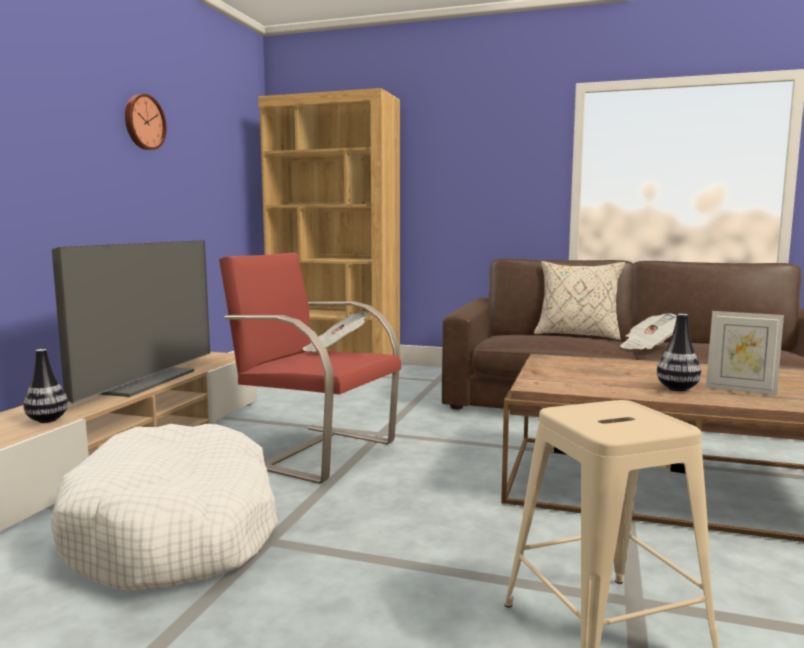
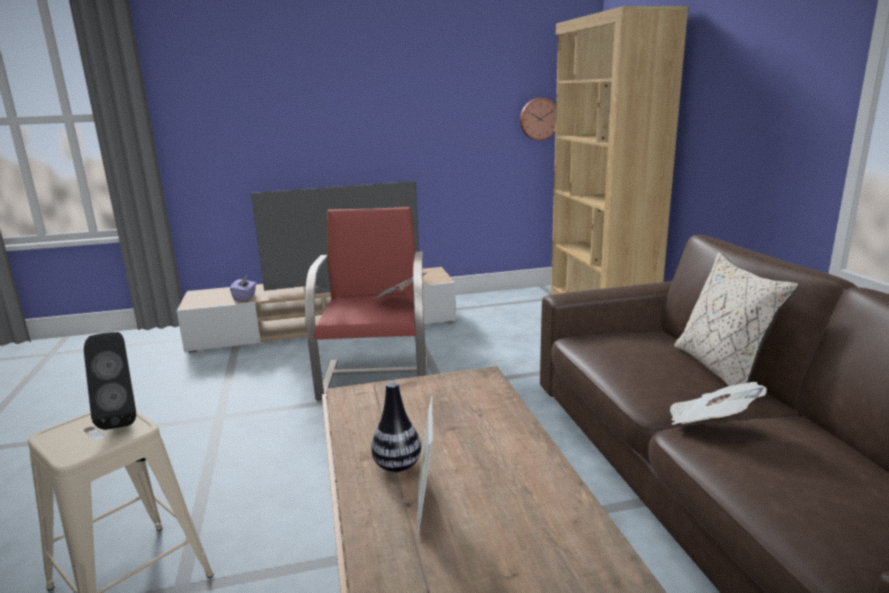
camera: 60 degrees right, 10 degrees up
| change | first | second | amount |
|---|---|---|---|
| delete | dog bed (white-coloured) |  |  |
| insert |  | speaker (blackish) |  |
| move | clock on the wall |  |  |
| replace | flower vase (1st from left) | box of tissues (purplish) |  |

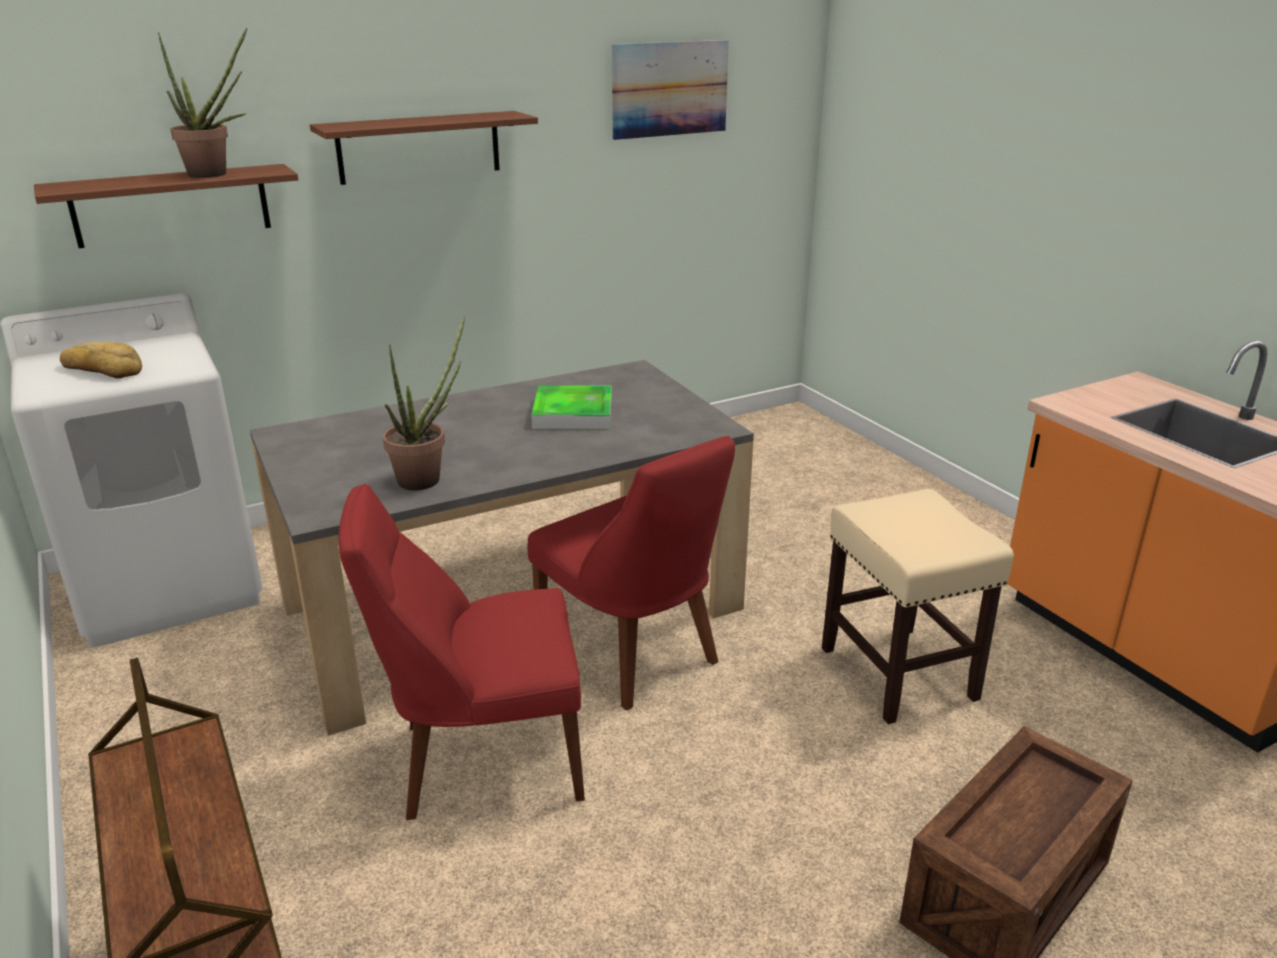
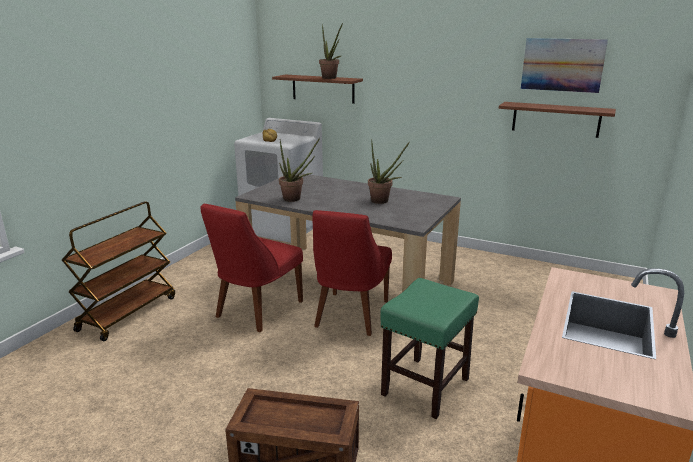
camera: 55 degrees right, 5 degrees down
| change | first | second | amount |
|---|---|---|---|
| move | shelf (2nd from left) |  |  |
| replace | carrying tray | potted plant (3rd from left) |  |
| recolor | sitting stool (beige-coloured) | sitting stool (greenish) |  |
| rotate | plain chair (reddish) (1st from left) |  | 105 degrees counterclockwise |

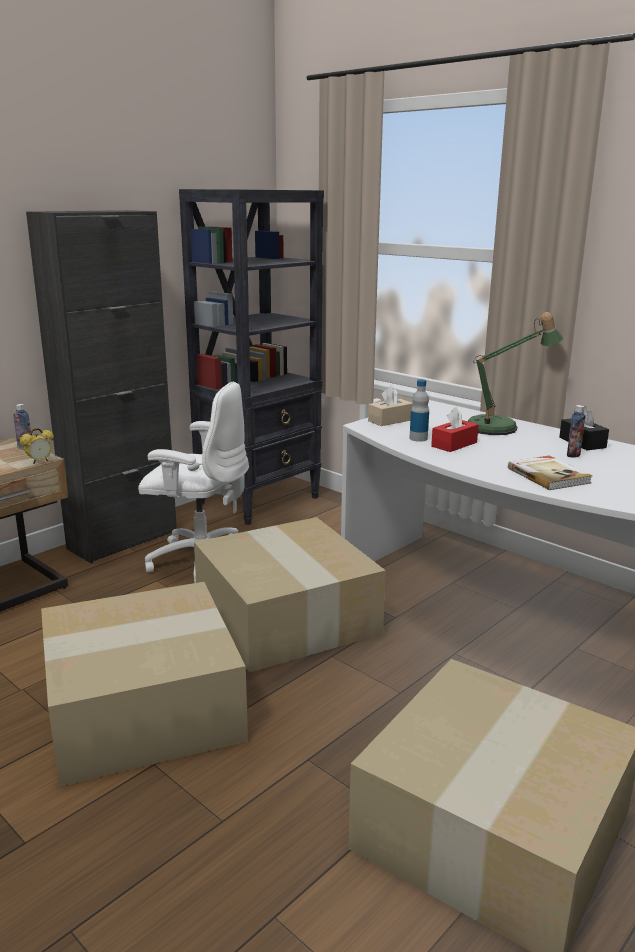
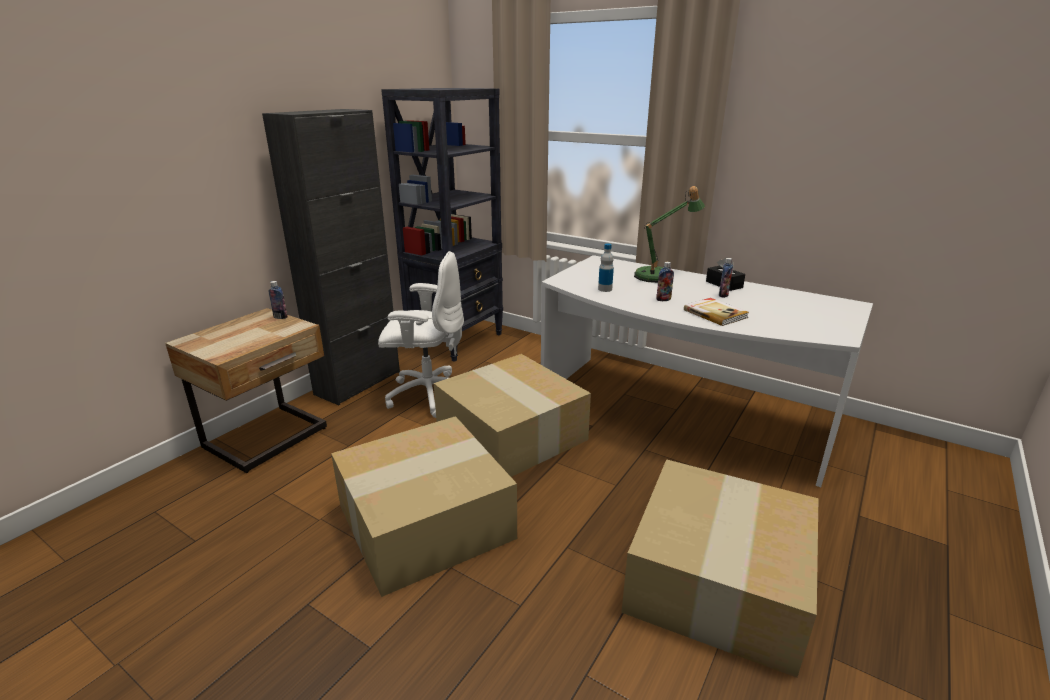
camera: 10 degrees left, 5 degrees up
| change | first | second | amount |
|---|---|---|---|
| delete | alarm clock |  |  |
| delete | box of tissues (beige-coloured) |  |  |
| delete | box of tissues (reddish) |  |  |
| insert |  | beverage bottle (3rd from left) |  |

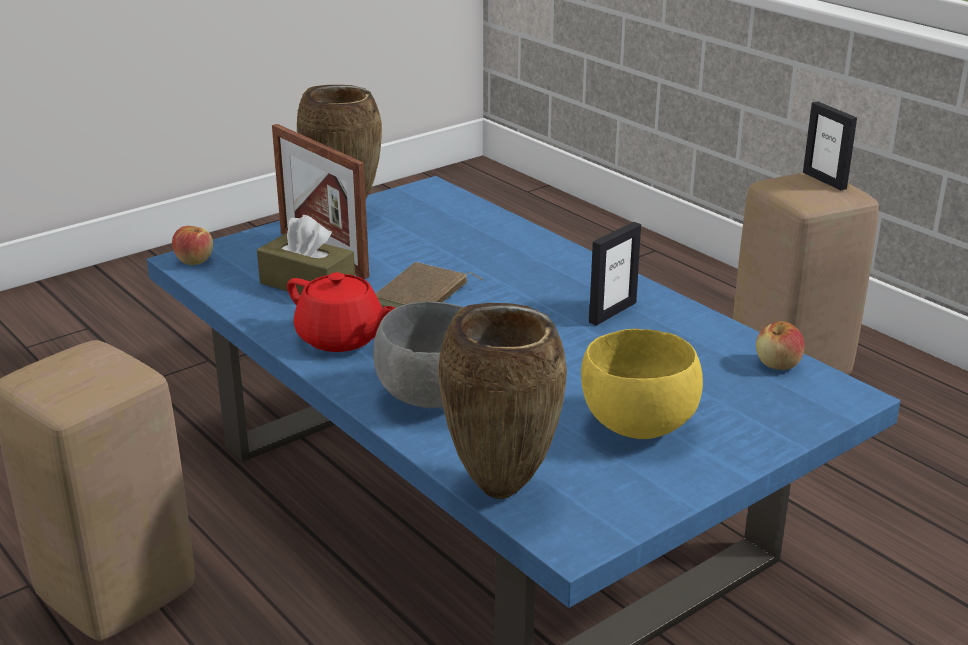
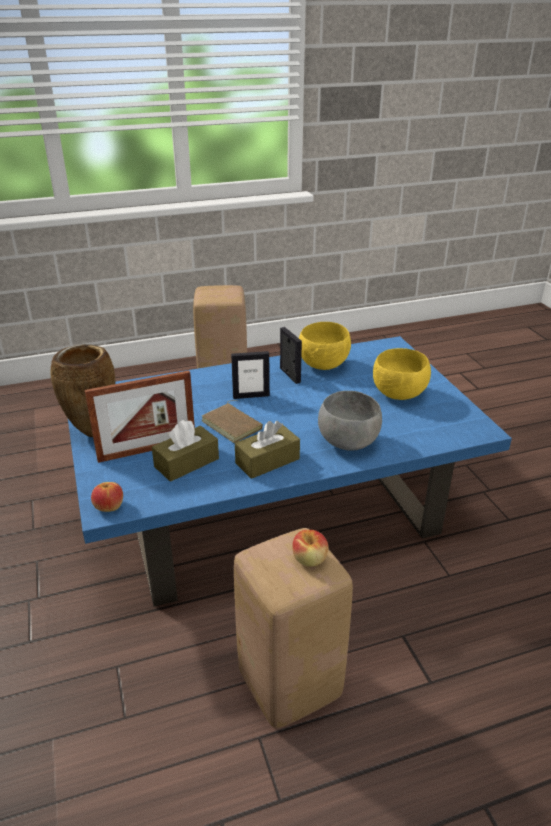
camera: 70 degrees left, 5 degrees up
| change | first | second | amount |
|---|---|---|---|
| delete | flower vase (brown) (2nd from left) |  |  |
| insert |  | serving bowl (yellow) (1st from left) |  |
| move | whole apple (2nd from left) |  |  |
| move | photo frame (3rd from left in the first image) | photo frame (2nd from left) |  |
| replace | teapot (reddish) | box of tissues (brown) (2nd from left) |  |

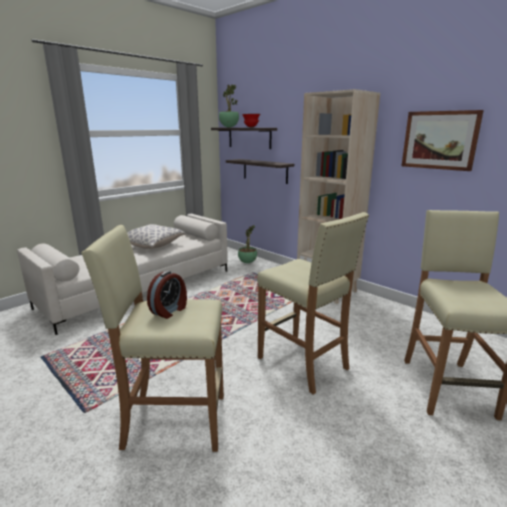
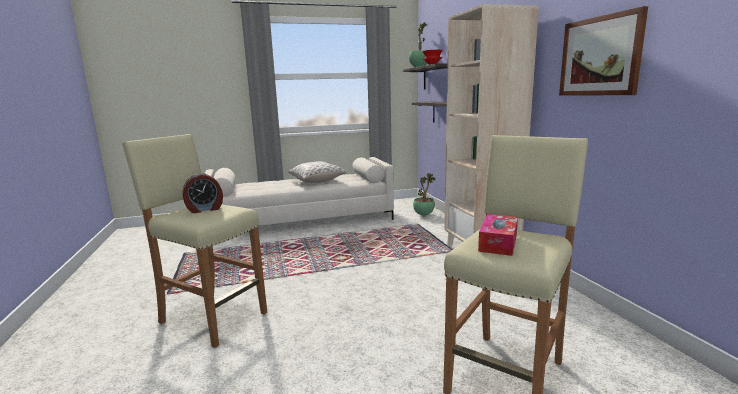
camera: 30 degrees right, 5 degrees down
| change | first | second | amount |
|---|---|---|---|
| delete | sitting stool (beige-coloured) (2nd from left) |  |  |
| insert |  | box of tissues |  |

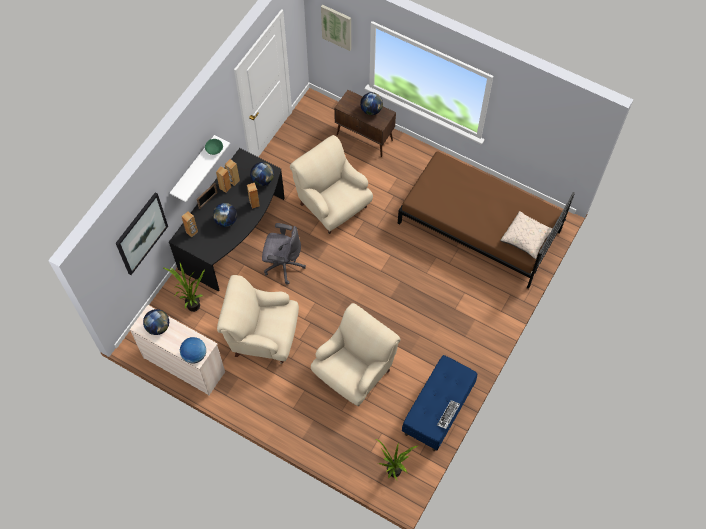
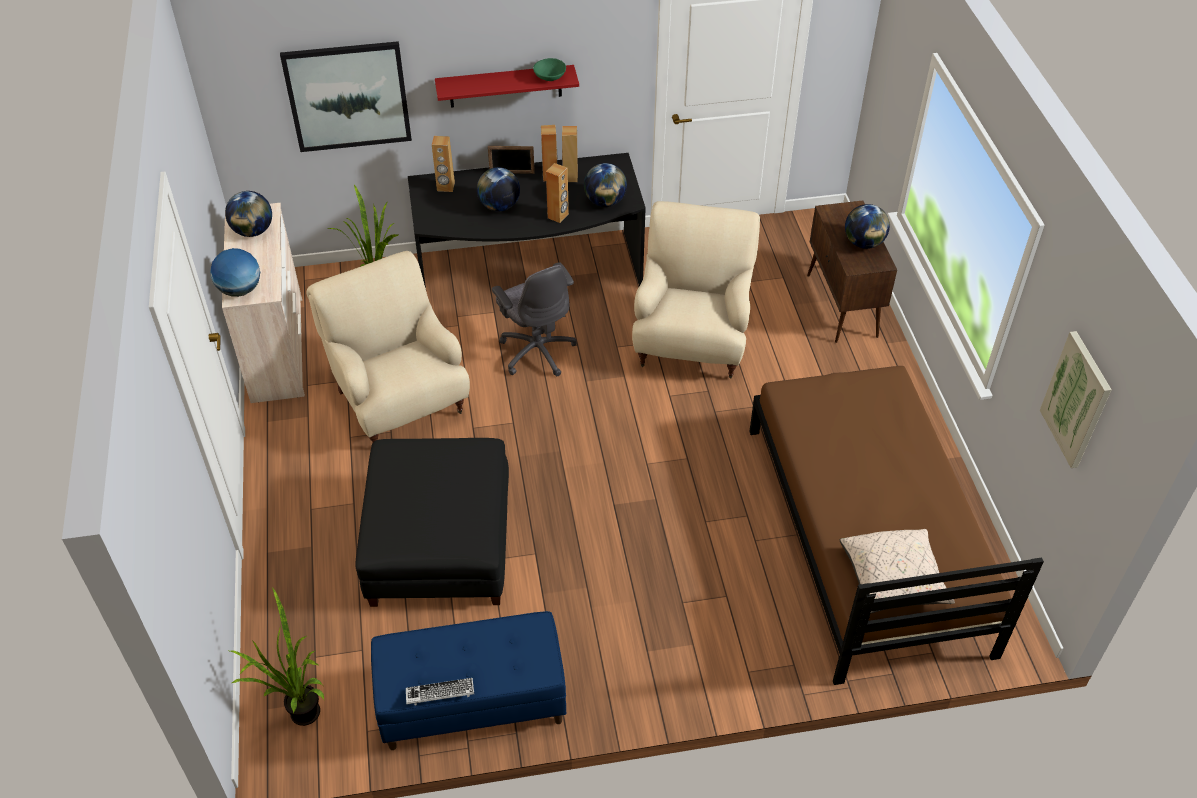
camera: 50 degrees right, 15 degrees down
| change | first | second | amount |
|---|---|---|---|
| move | picture (2nd from left) |  |  |
| replace | lounge chair (beige-coloured) (3rd from left) | pouffe (blackish) |  |
| recolor | shelf (white-coloured) | shelf (reddish) |  |

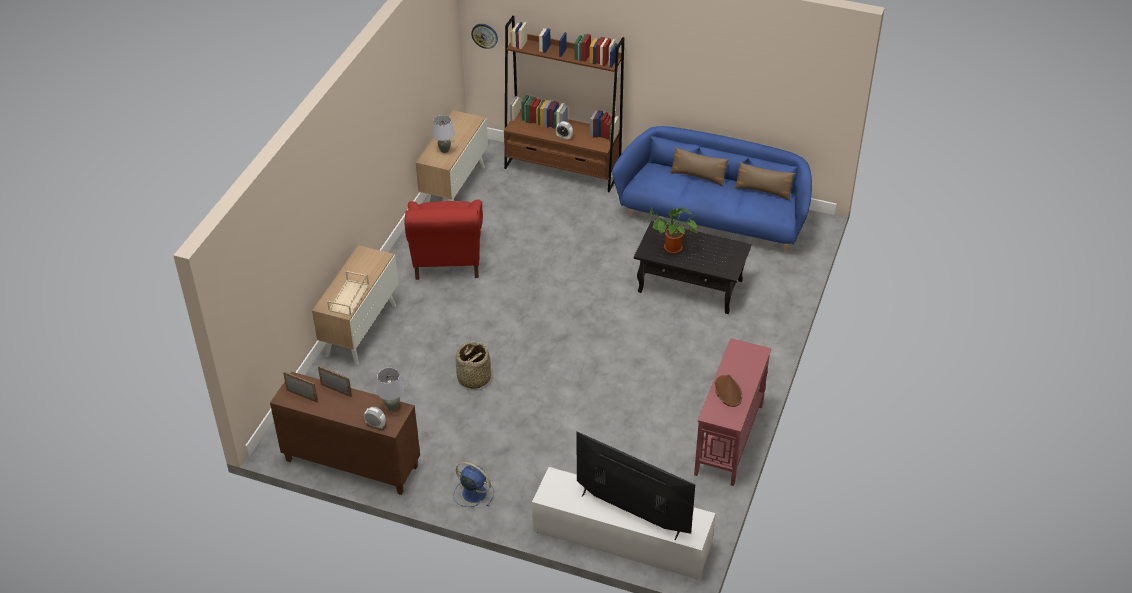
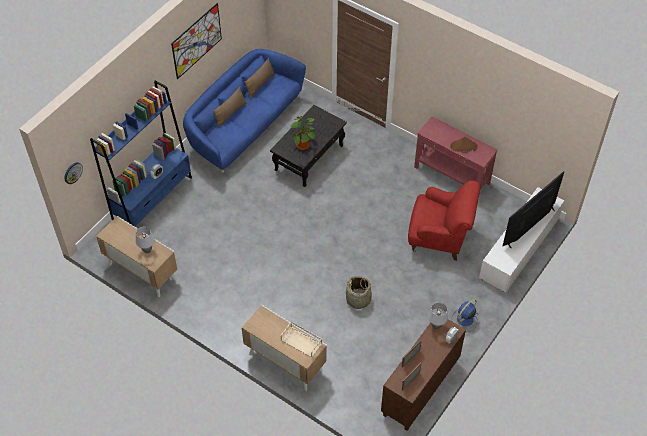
camera: 75 degrees left, 10 degrees up
| change | first | second | amount |
|---|---|---|---|
| insert |  | picture |  |
| move | lounge chair (reddish) |  |  |
| recolor | shelving unit (brown) | shelving unit (bluish) |  |

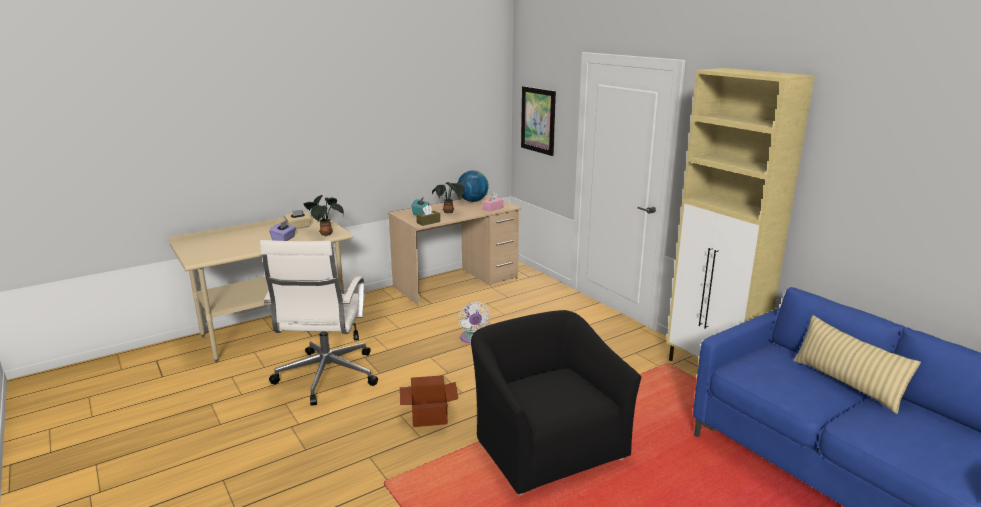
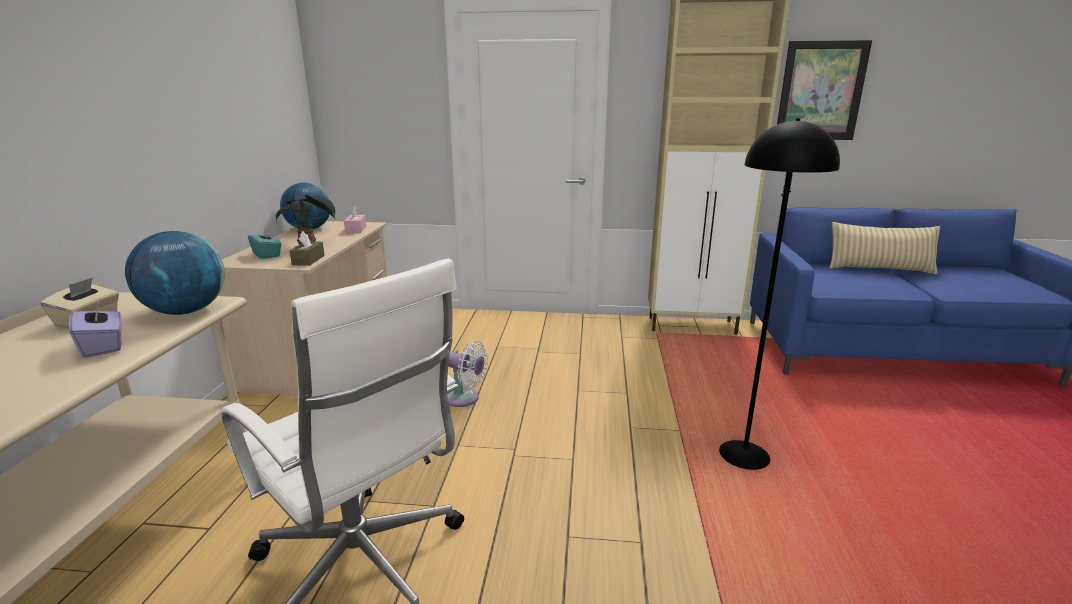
camera: 50 degrees left, 0 degrees up
| change | first | second | amount |
|---|---|---|---|
| delete | cardboard box |  |  |
| move | picture |  |  |
| replace | potted plant (1st from left) | globe (1st from left) |  |
| replace | lounge chair (blackish) | floor lamp (blackish) |  |

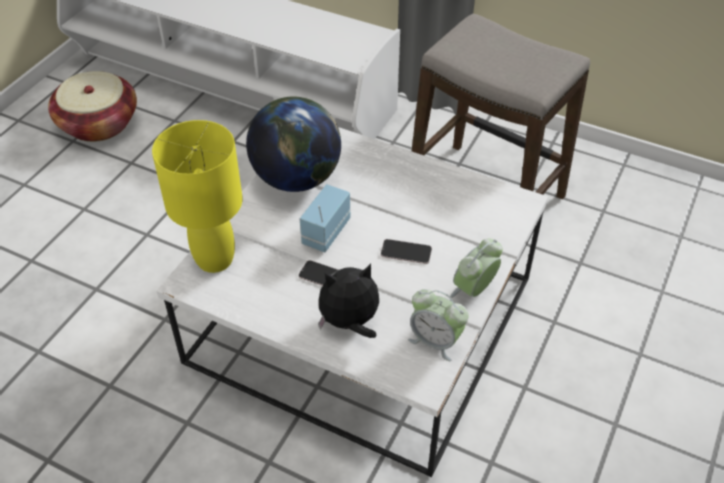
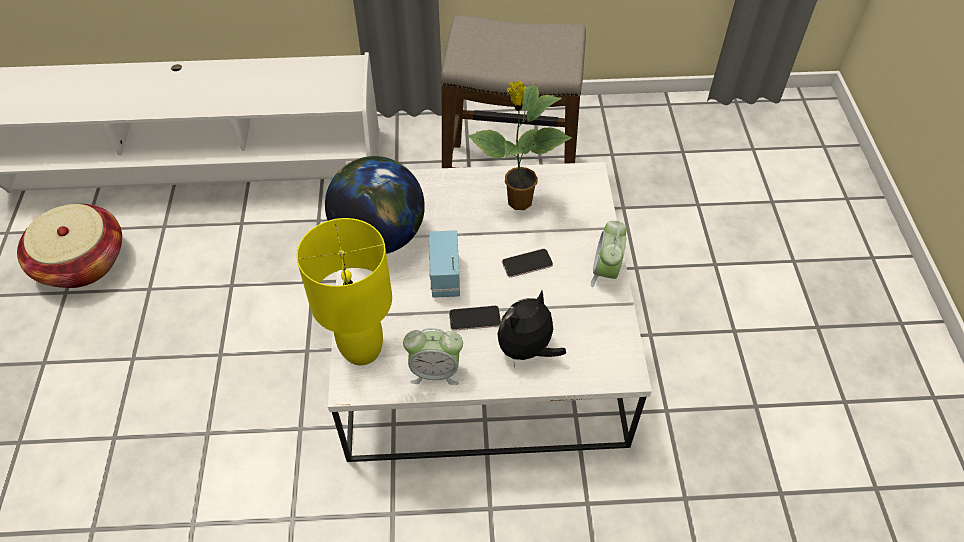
camera: 30 degrees left, 5 degrees up
| change | first | second | amount |
|---|---|---|---|
| insert |  | potted plant |  |
| move | alarm clock (1st from left) |  |  |

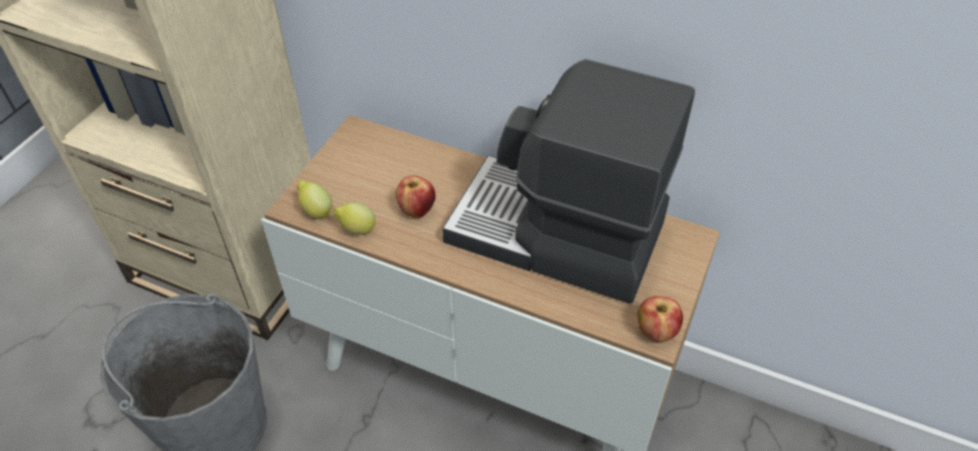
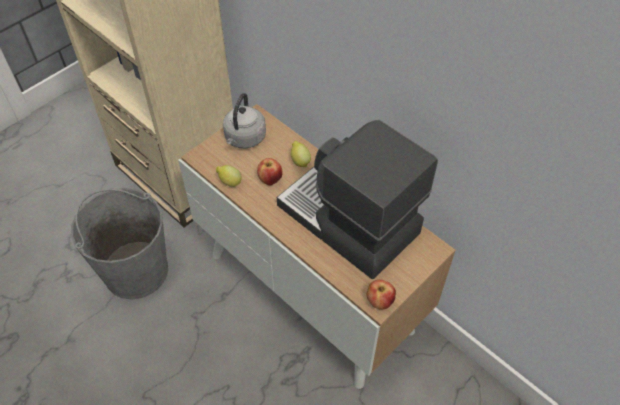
camera: 20 degrees right, 5 degrees up
| change | first | second | amount |
|---|---|---|---|
| insert |  | tea kettle (grey) |  |
| move | lemon (1st from left in the first image) | lemon (2nd from left) |  |

